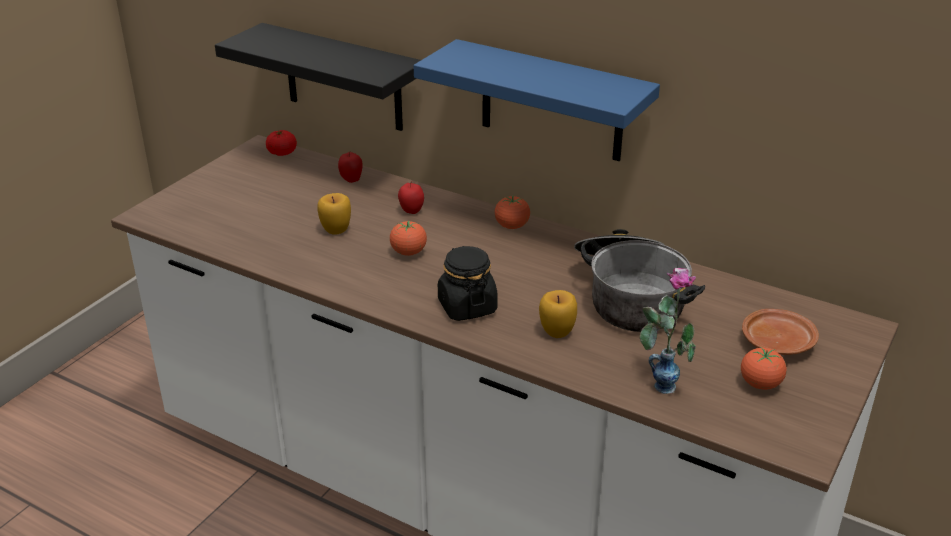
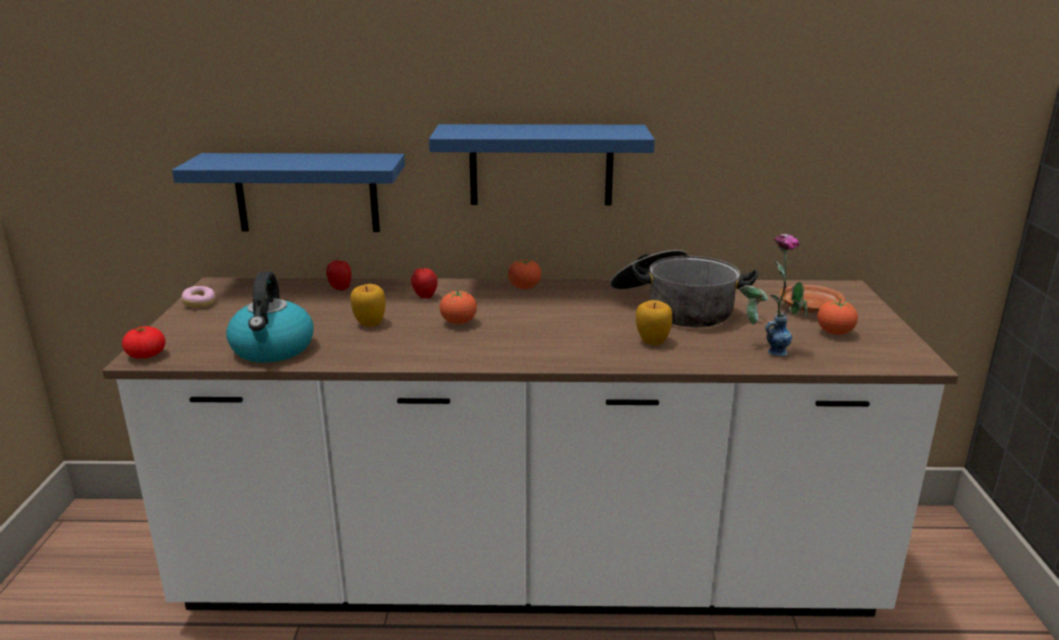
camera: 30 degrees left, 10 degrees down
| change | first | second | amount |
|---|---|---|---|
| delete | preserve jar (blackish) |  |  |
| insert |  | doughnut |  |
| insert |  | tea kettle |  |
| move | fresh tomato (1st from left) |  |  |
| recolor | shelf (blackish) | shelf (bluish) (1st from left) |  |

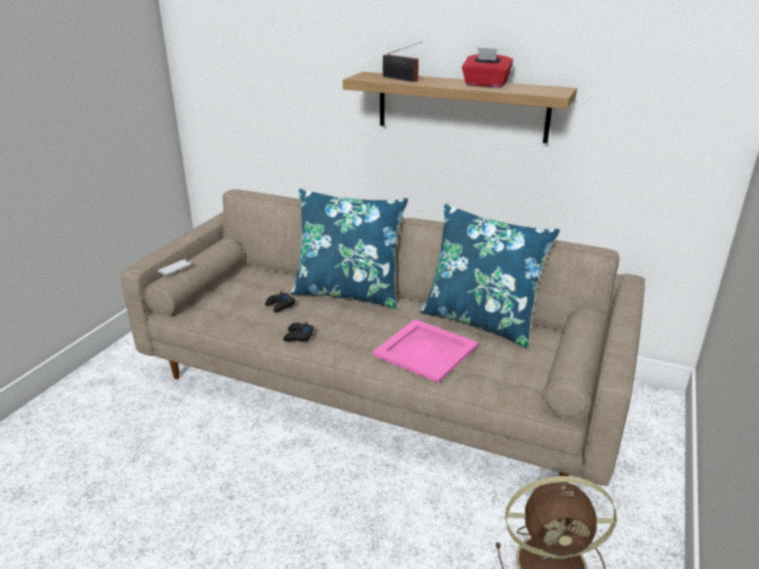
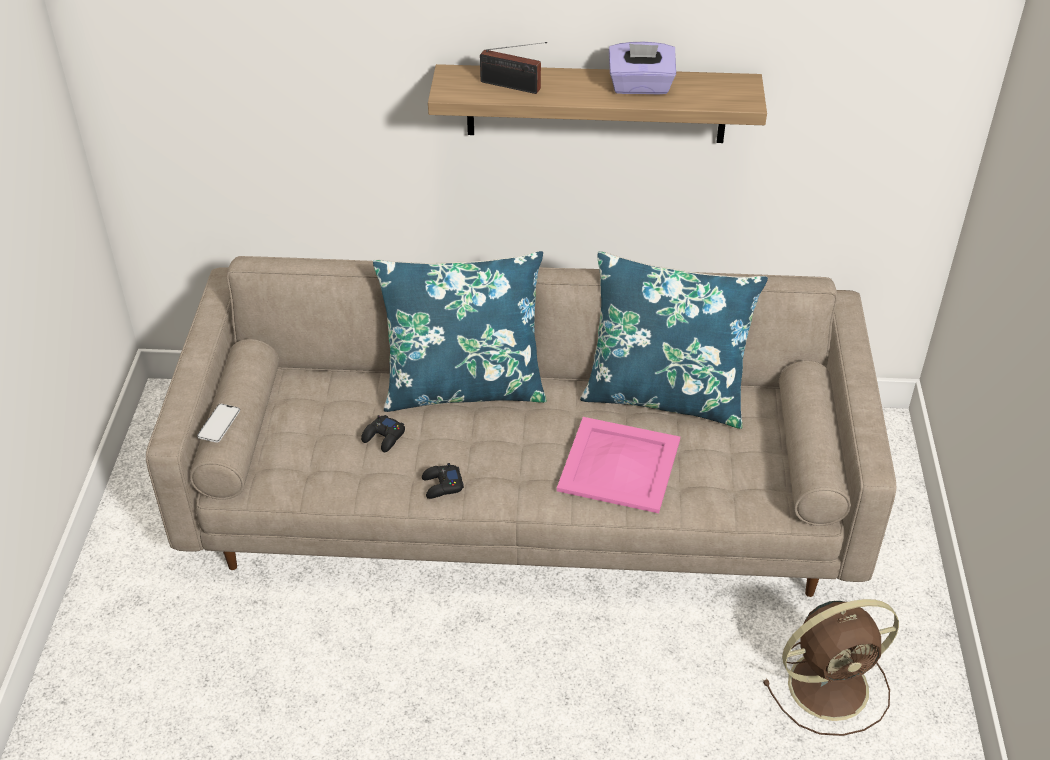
camera: 20 degrees left, 15 degrees up
| change | first | second | amount |
|---|---|---|---|
| recolor | box of tissues (reddish) | box of tissues (purplish) |  |

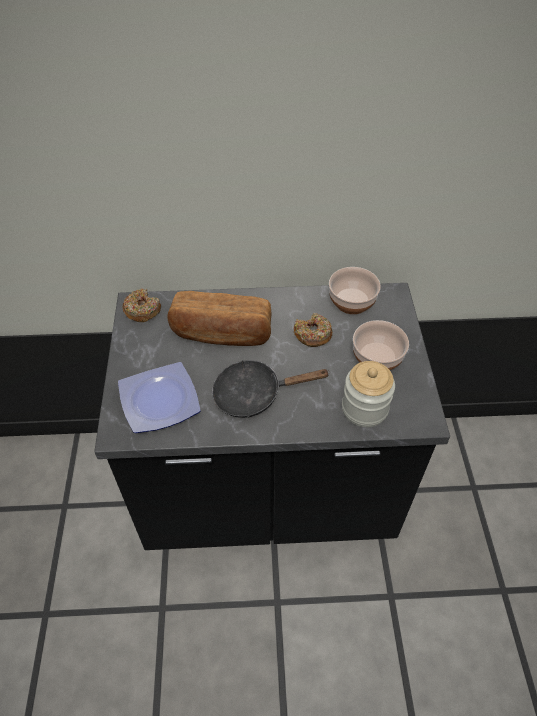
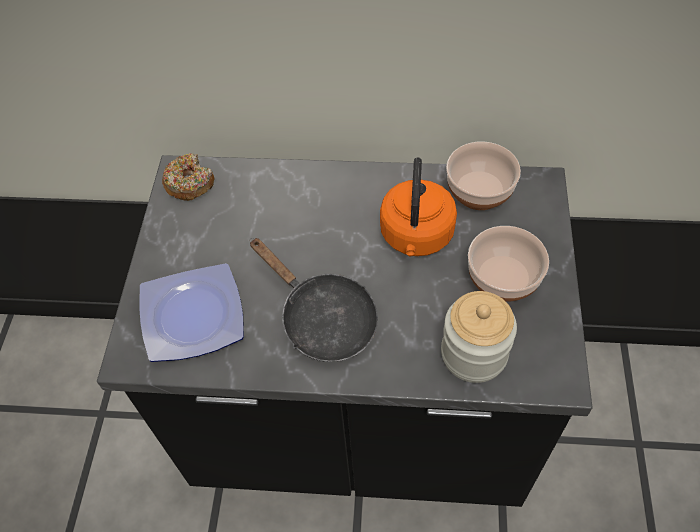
camera: 10 degrees right, 5 degrees up
| change | first | second | amount |
|---|---|---|---|
| delete | baked bread |  |  |
| replace | doughnut (2nd from left) | tea kettle (orange-coloured) |  |
| rotate | frying pan (blackish) |  | 135 degrees counterclockwise |

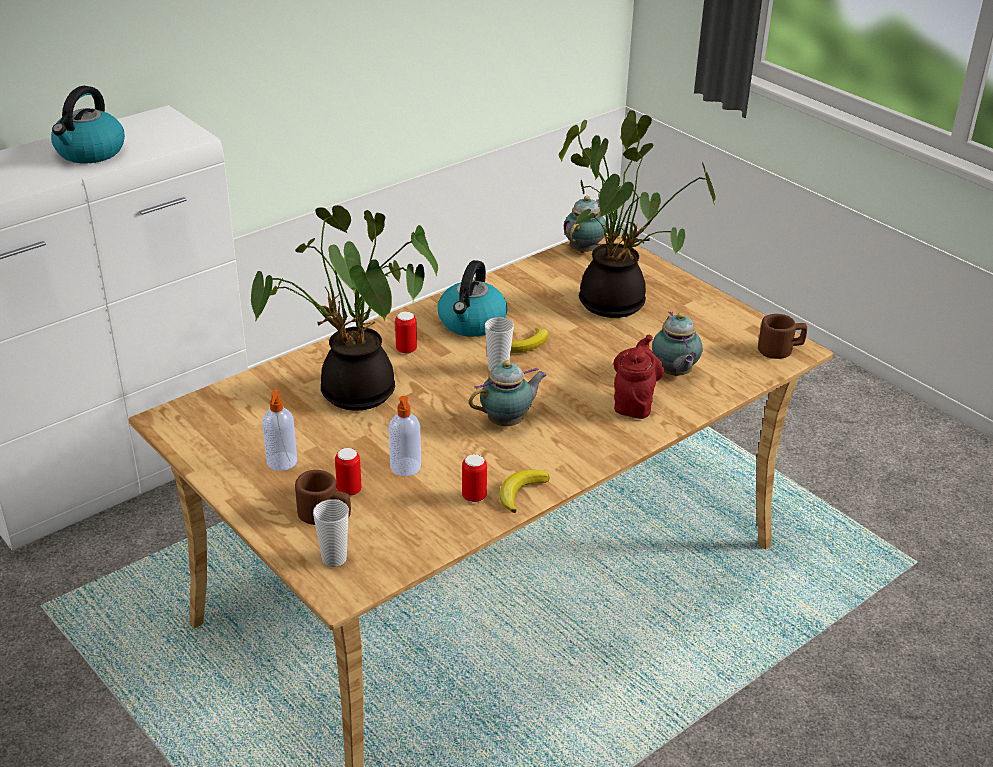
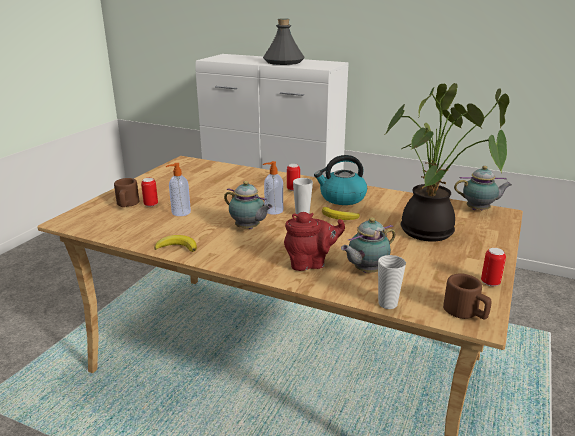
camera: 65 degrees right, 10 degrees down
| change | first | second | amount |
|---|---|---|---|
| delete | potted plant (1st from left) |  |  |
| move | liquid soap bottle (1st from left in the first image) | liquid soap bottle (2nd from left) |  |
| move | drinking cup (1st from left in the first image) | drinking cup (2nd from left) |  |
| move | can (3rd from left) |  |  |
| replace | tea kettle (1st from left) | beverage bottle (grey) |  |

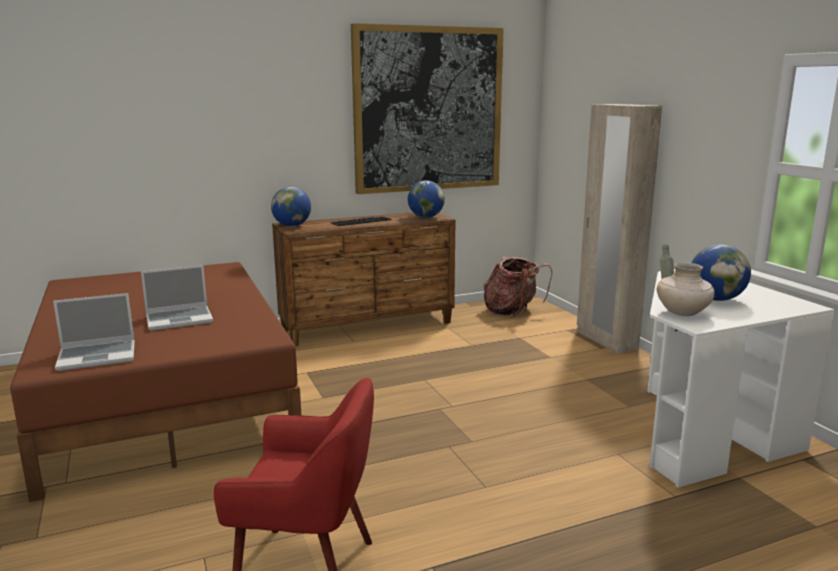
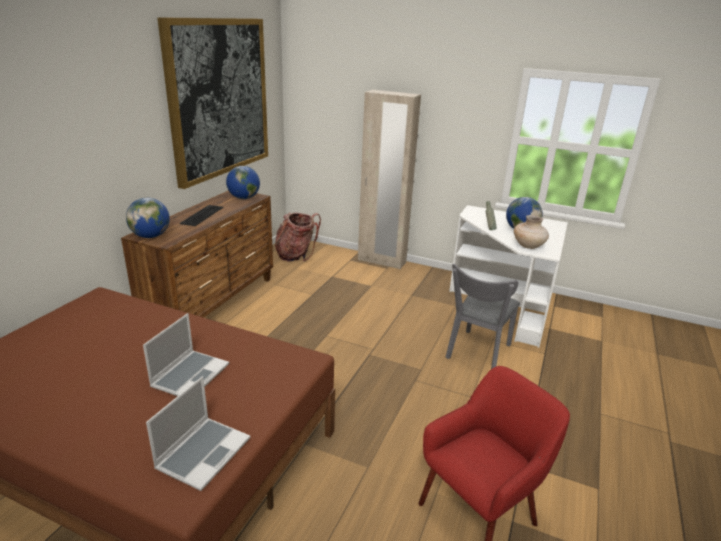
camera: 45 degrees left, 10 degrees up
| change | first | second | amount |
|---|---|---|---|
| insert |  | plain chair (grey) |  |

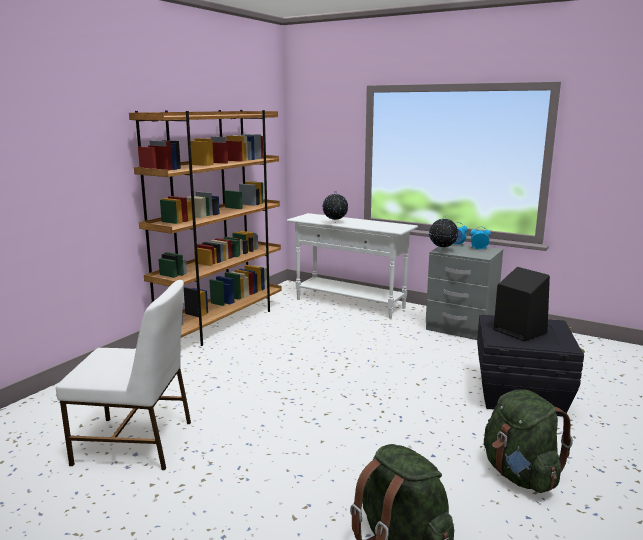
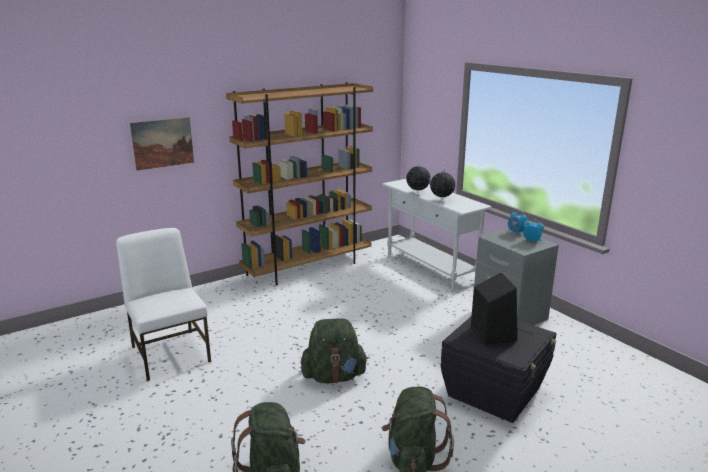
camera: 25 degrees right, 5 degrees up
| change | first | second | amount |
|---|---|---|---|
| insert |  | picture |  |
| insert |  | knapsack (greenish) (2nd from left) |  |
| move | globe (2nd from left) |  |  |
| rotate | plain chair (white-coloured) |  | 150 degrees counterclockwise |

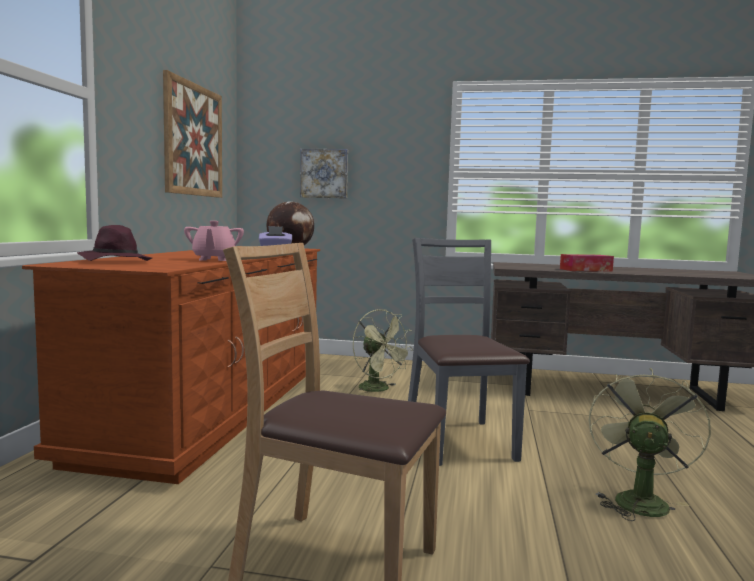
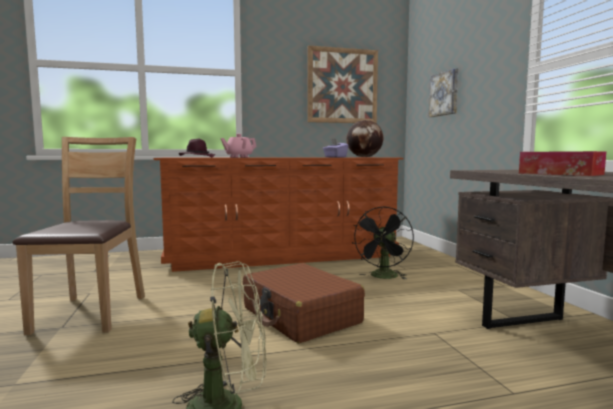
camera: 65 degrees right, 0 degrees up
| change | first | second | amount |
|---|---|---|---|
| replace | plain chair (grey) | piece of luggage (brown) |  |
| recolor | fan (greenish) (1st from left) | fan (blackish) |  |

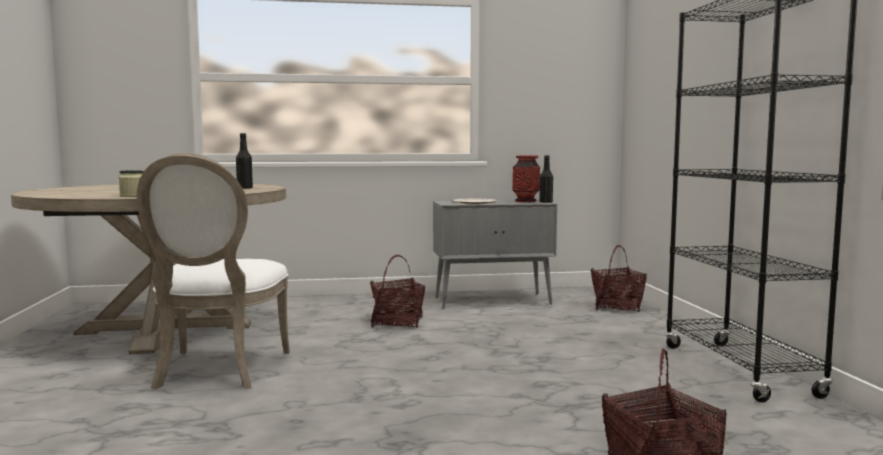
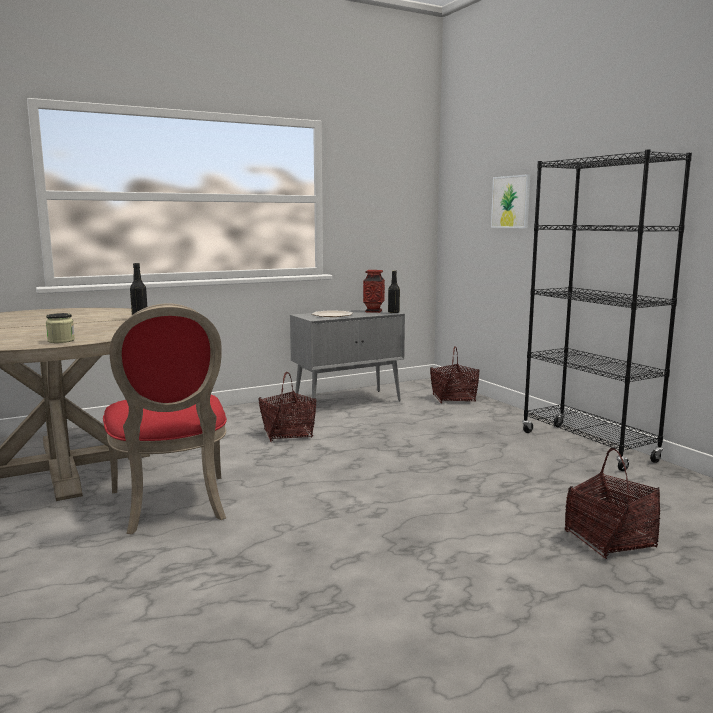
camera: 20 degrees left, 5 degrees up
| change | first | second | amount |
|---|---|---|---|
| insert |  | picture |  |
| recolor | plain chair (white-coloured) | plain chair (reddish) |  |

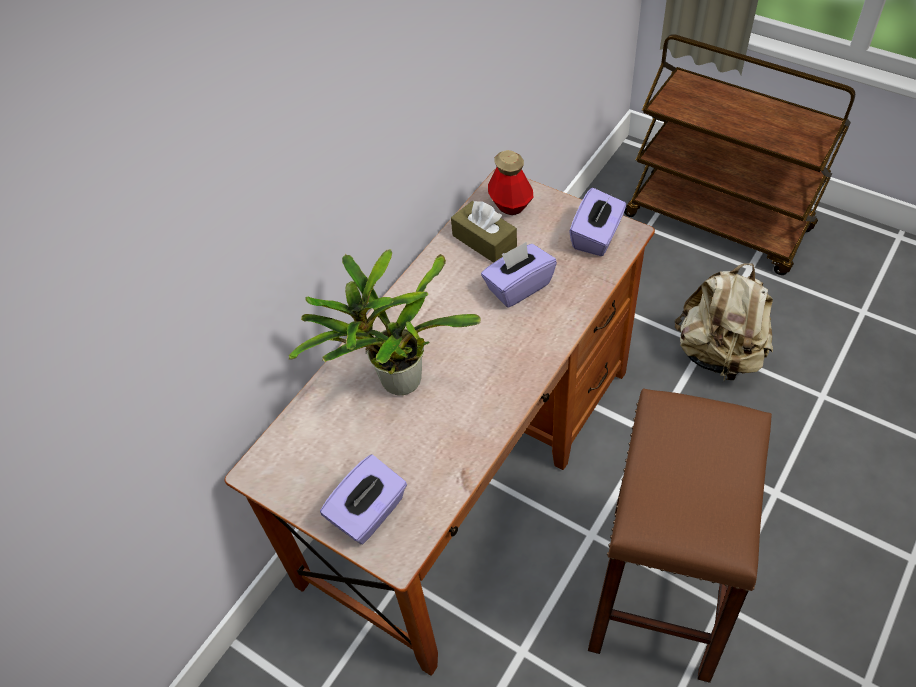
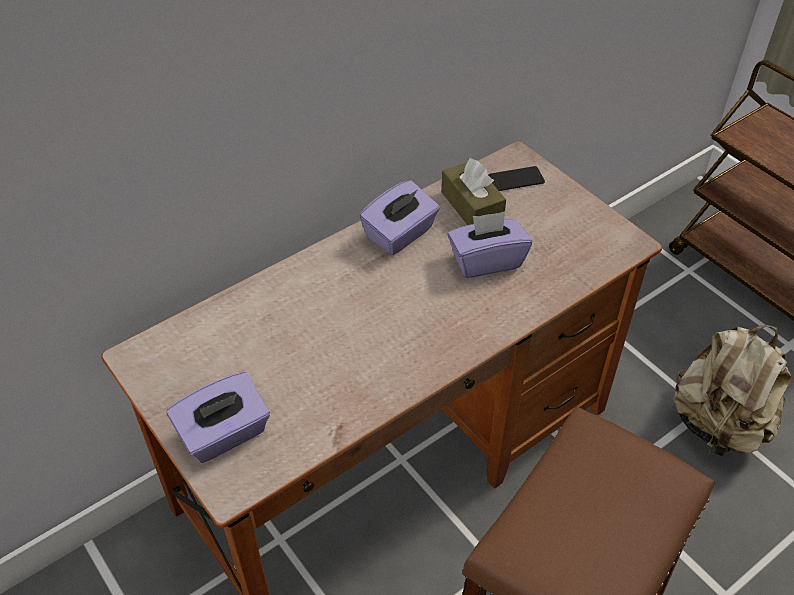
camera: 15 degrees right, 5 degrees down
| change | first | second | amount |
|---|---|---|---|
| delete | potted plant |  |  |
| move | box of tissues (purplish) (3rd from left in the first image) | box of tissues (purplish) (2nd from left) |  |
| replace | beverage bottle | telephone |  |

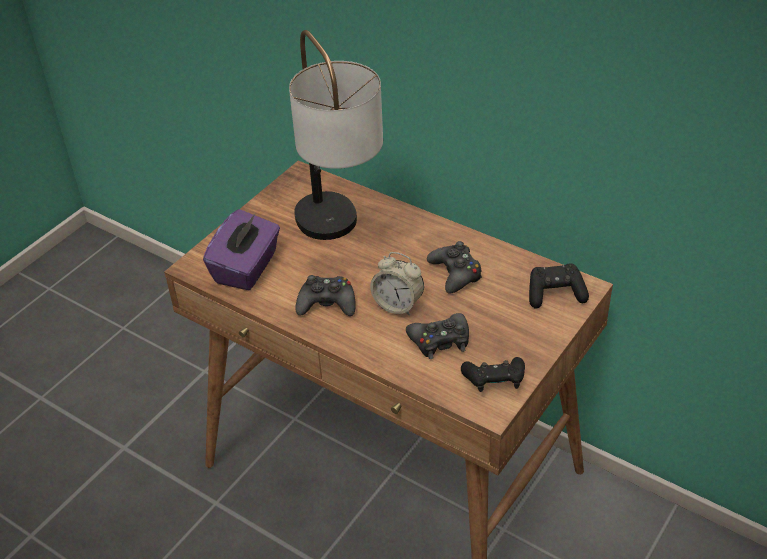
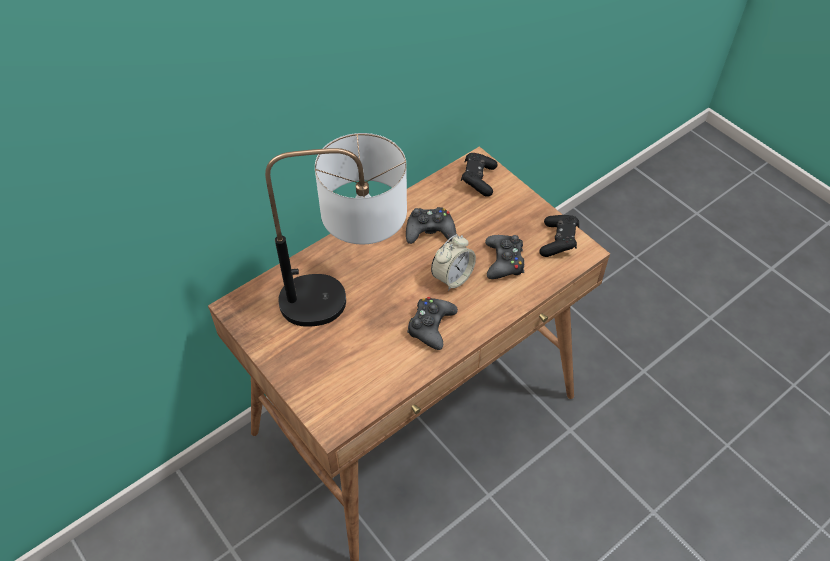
camera: 75 degrees left, 10 degrees up
| change | first | second | amount |
|---|---|---|---|
| delete | box of tissues (purplish) |  |  |

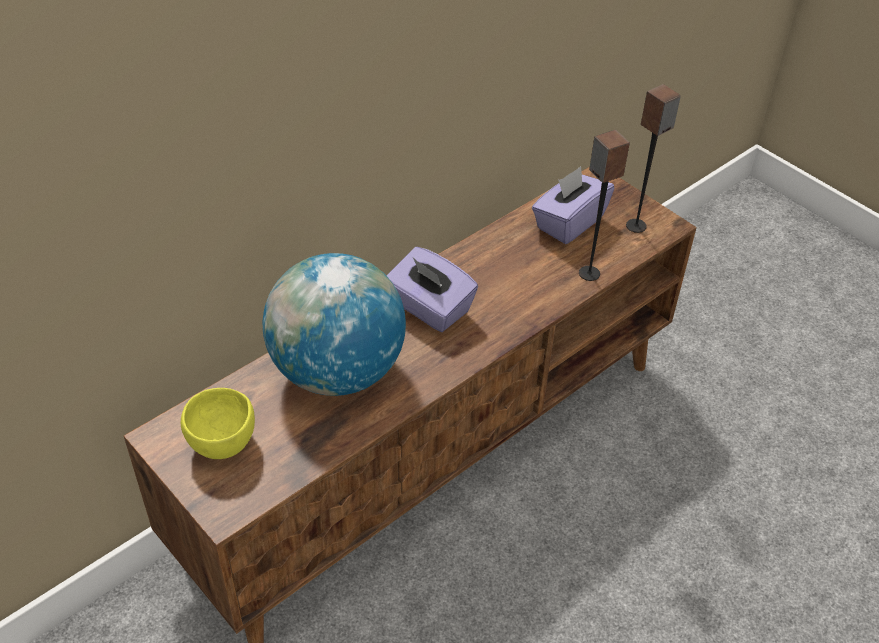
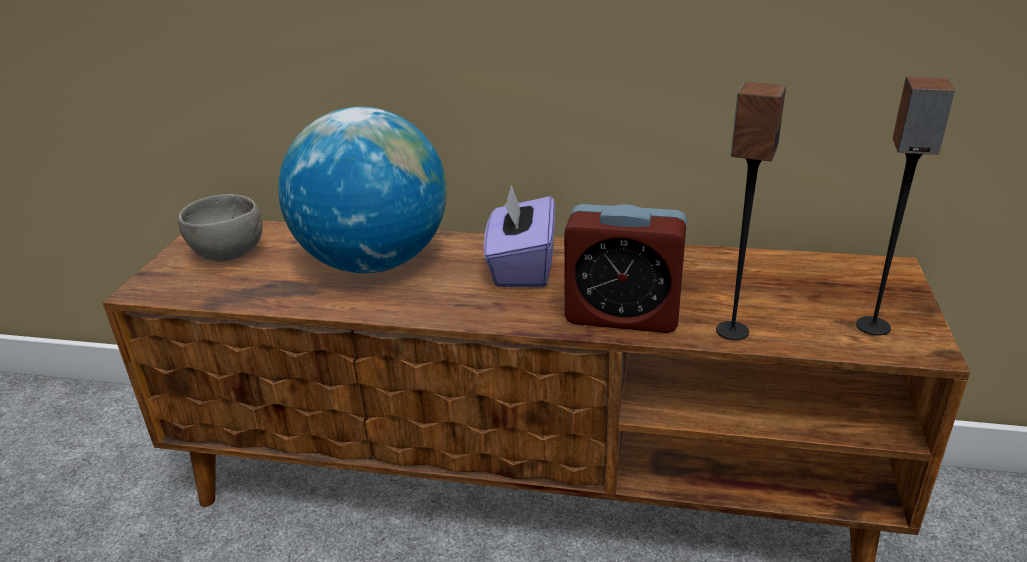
camera: 55 degrees right, 15 degrees down
| change | first | second | amount |
|---|---|---|---|
| delete | box of tissues (purplish) (2nd from left) |  |  |
| insert |  | alarm clock |  |
| recolor | serving bowl (yellow) | serving bowl (grey) |  |

